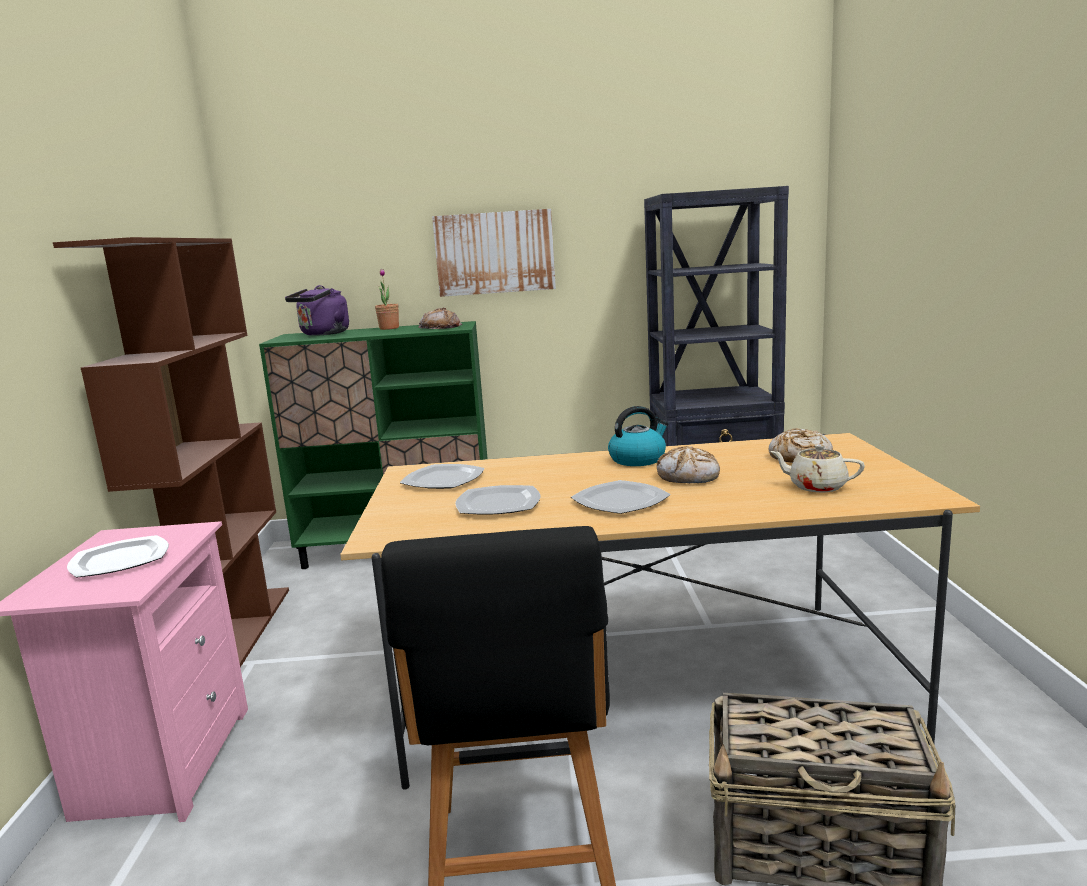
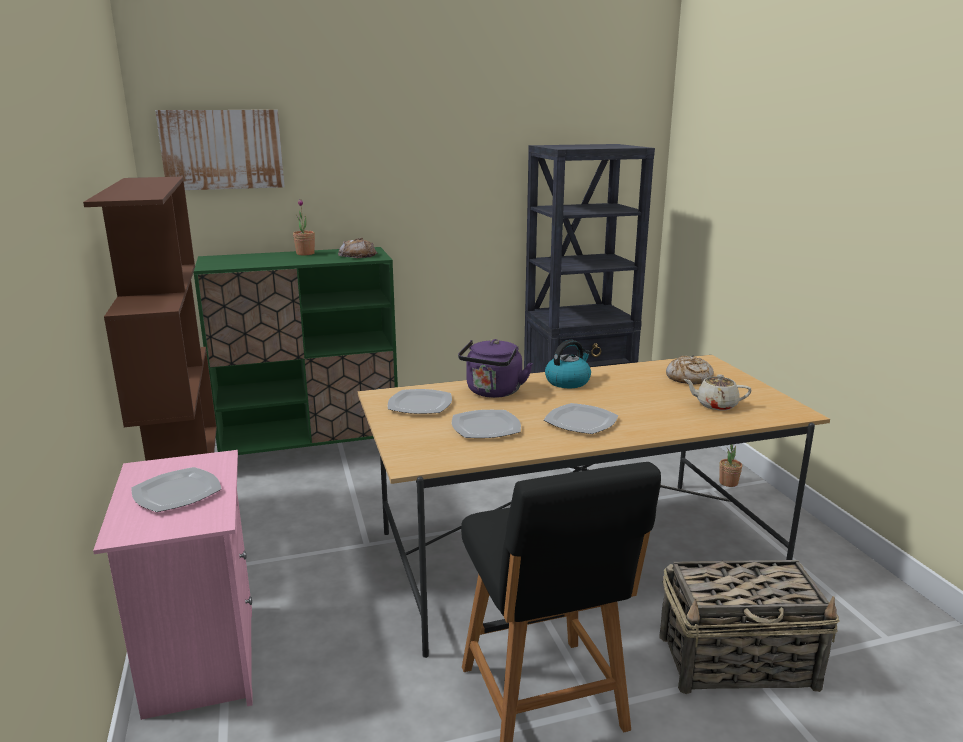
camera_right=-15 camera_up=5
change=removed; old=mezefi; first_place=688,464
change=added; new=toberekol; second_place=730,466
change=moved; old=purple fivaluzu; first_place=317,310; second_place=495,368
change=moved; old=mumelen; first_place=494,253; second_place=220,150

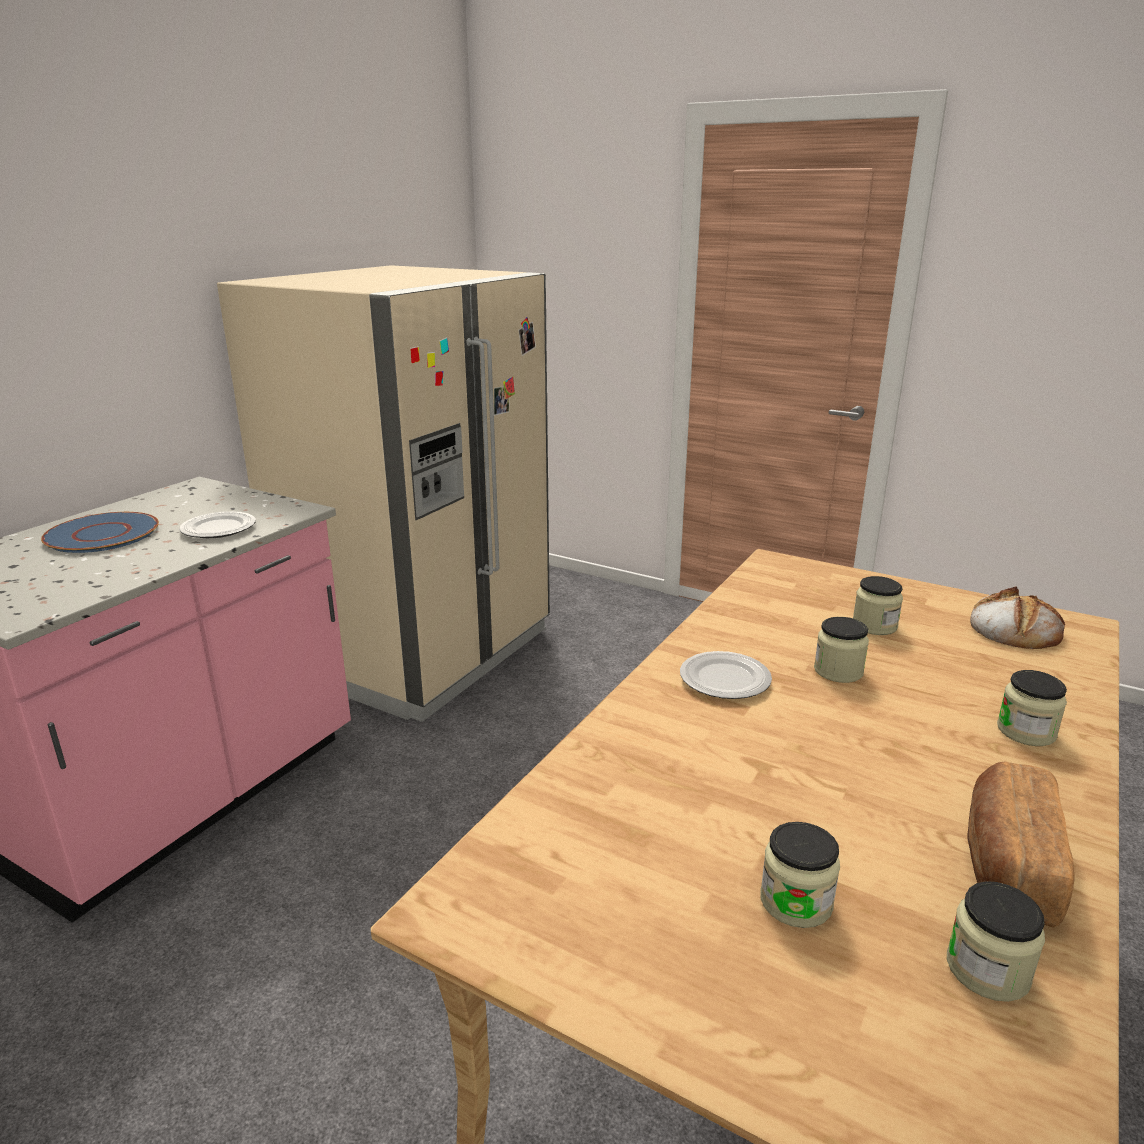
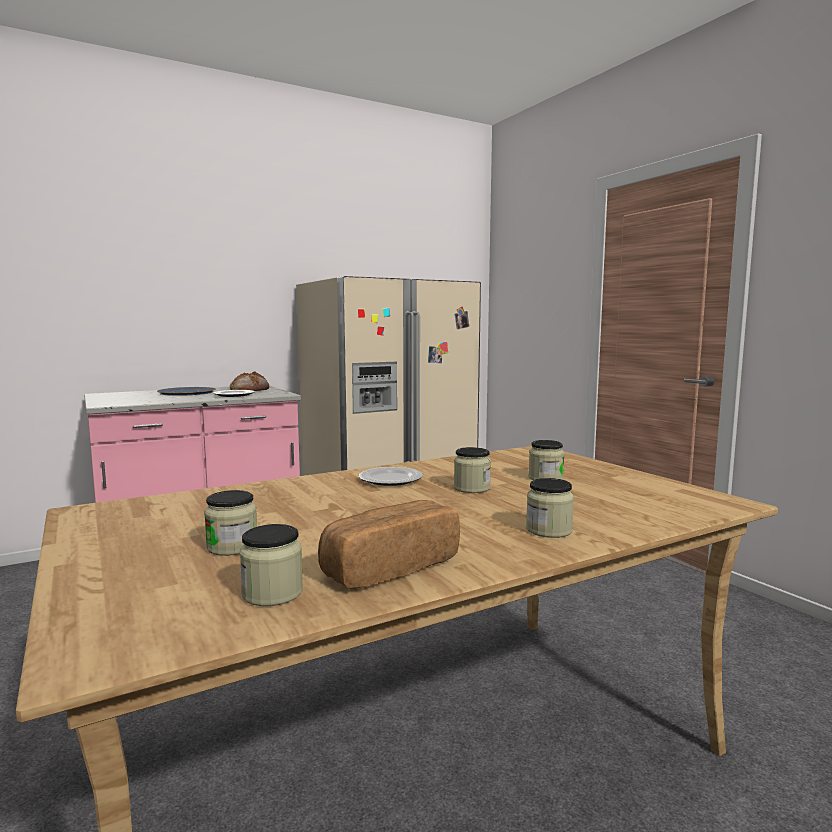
camera_right=30 camera_up=-15
change=moved; old=mezefi; first_place=1017,617; second_place=249,381

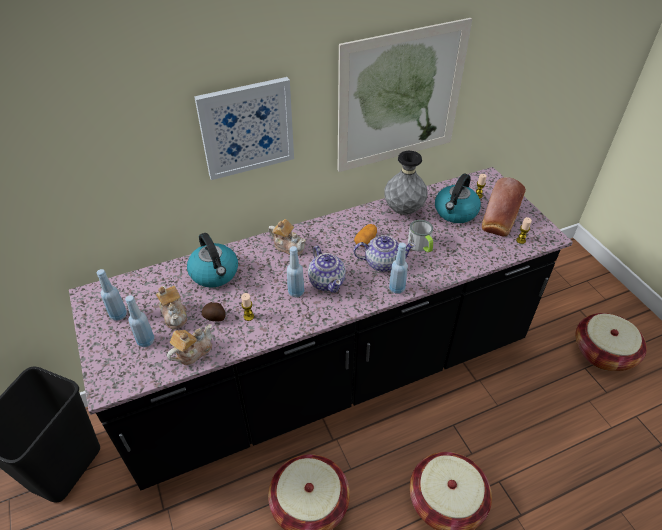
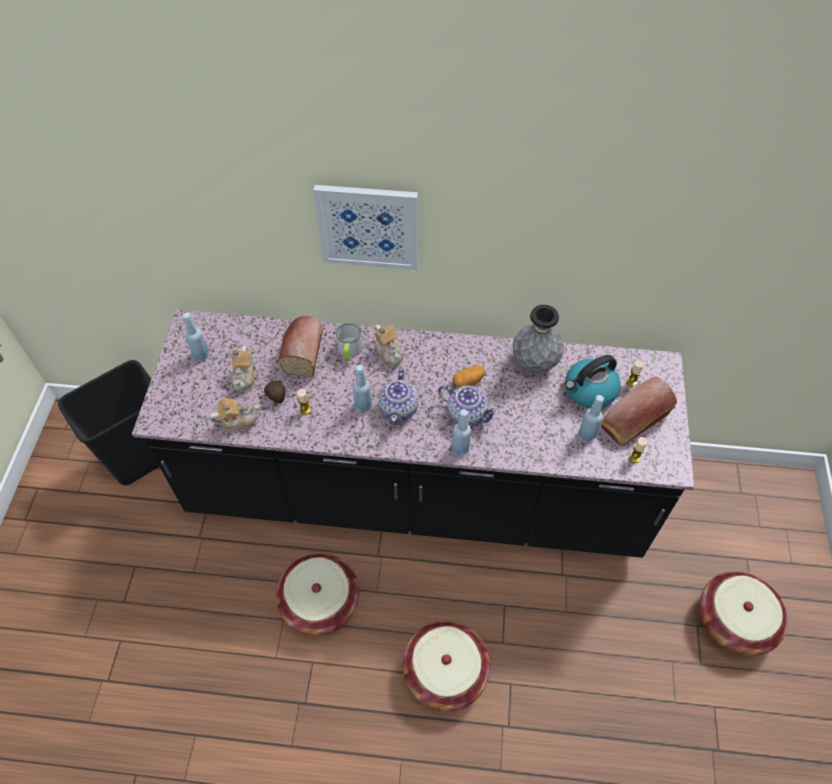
camera_right=30 camera_up=10
change=removed; old=mumelen; first_place=405,95
change=moved; old=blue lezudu; first_place=139,321; second_place=591,418
change=moved; old=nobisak; first_place=420,236; second_place=349,342
change=replaced; old=fivaluzu; new=mezefi; first_place=212,260; second_place=300,346

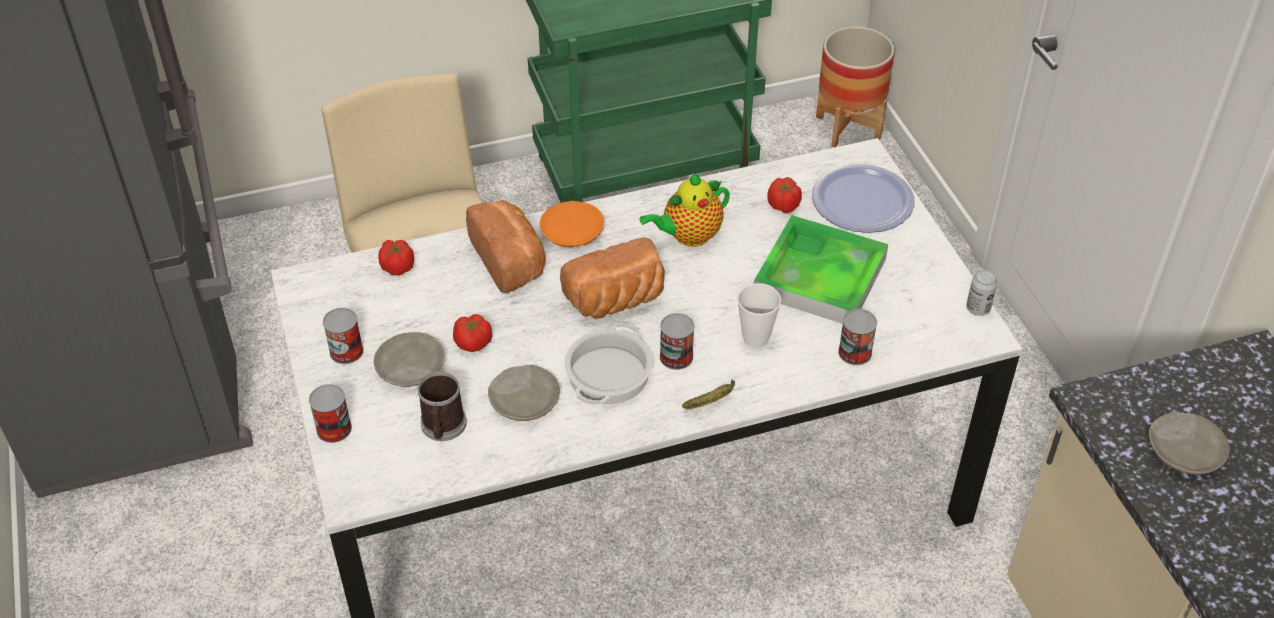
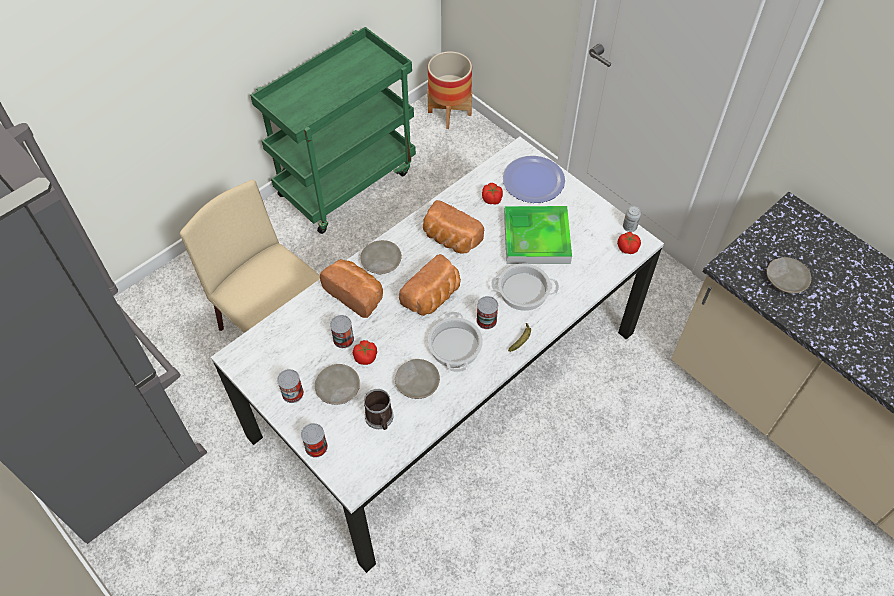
camera_right=-25 camera_up=10
change=moved; old=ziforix; first_place=396,258; second_place=629,243
change=moved; old=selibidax; first_place=857,337; second_place=342,331
change=replaced; old=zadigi; new=mezefi; first_place=685,210; second_place=453,227
change=replaced; old=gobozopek; new=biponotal; first_place=759,315; second_place=525,287
change=recoloured; old=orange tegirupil; new=beige tegirupil; first_place=572,224; second_place=381,257

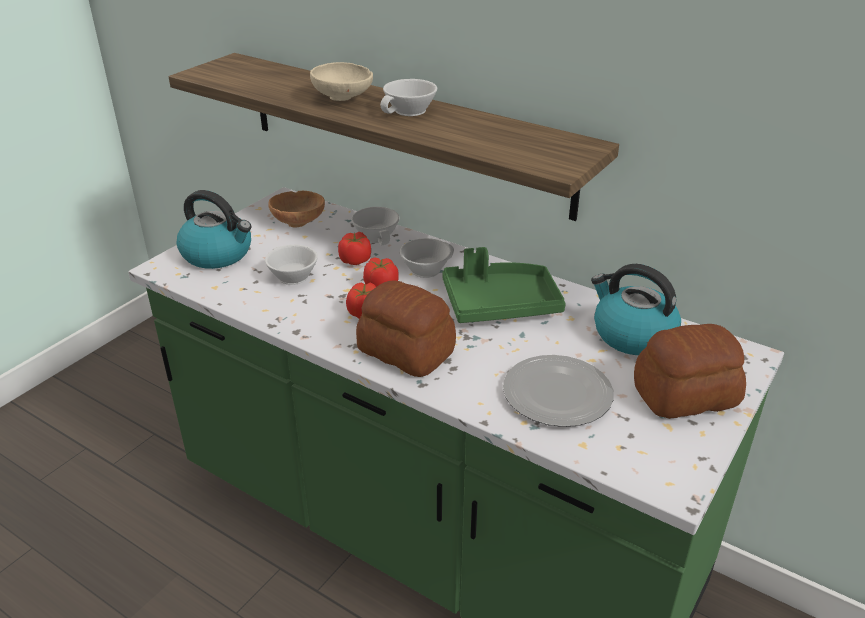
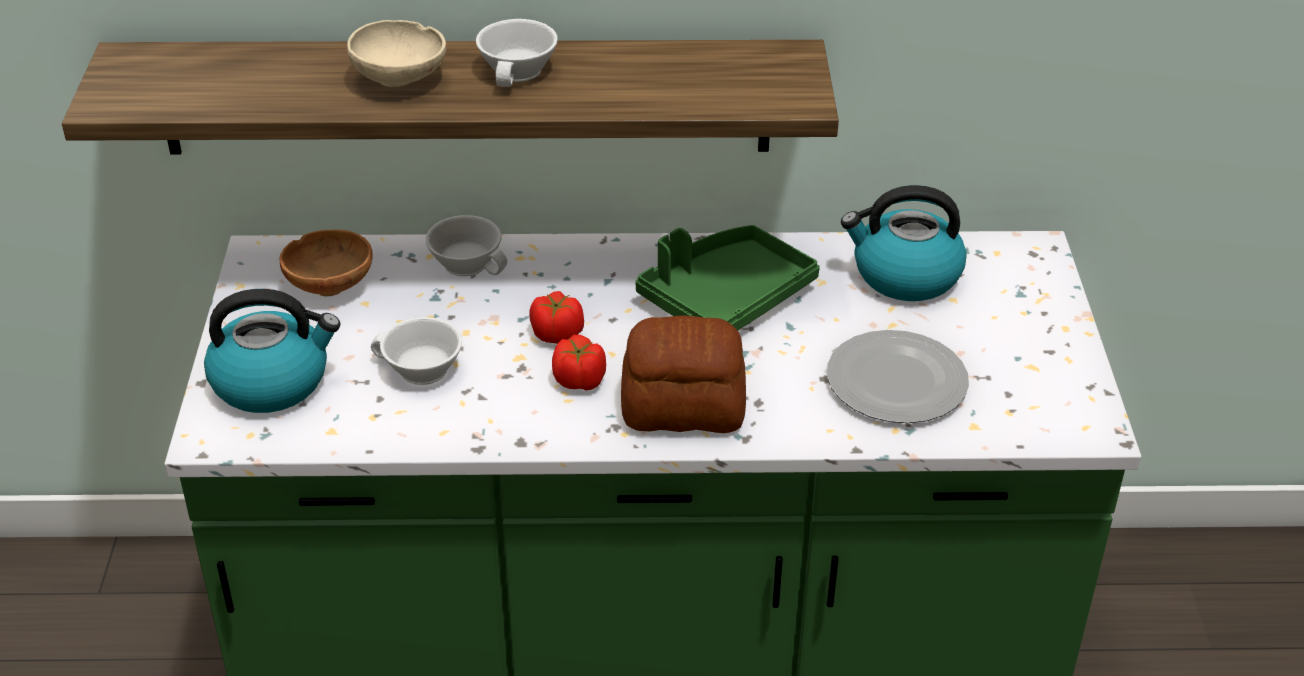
camera_right=-35 camera_up=5
change=removed; old=ziforix; first_place=354,248
change=removed; old=white gobozopek; first_place=427,258
change=removed; old=mezefi; first_place=690,371

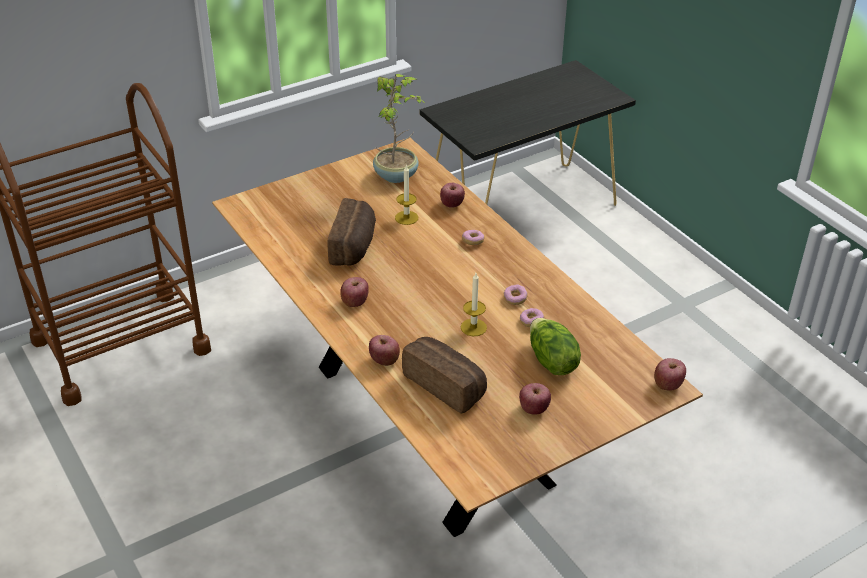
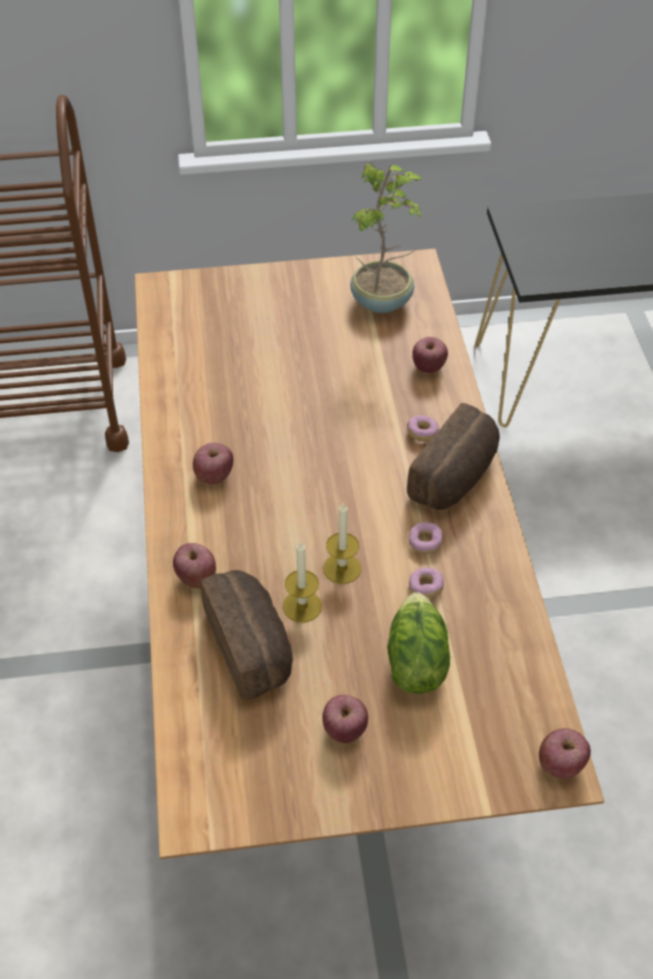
camera_right=25 camera_up=10
change=moved; old=mezefi; first_place=351,232; second_place=453,456
change=moved; old=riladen; first_place=406,195; second_place=302,582

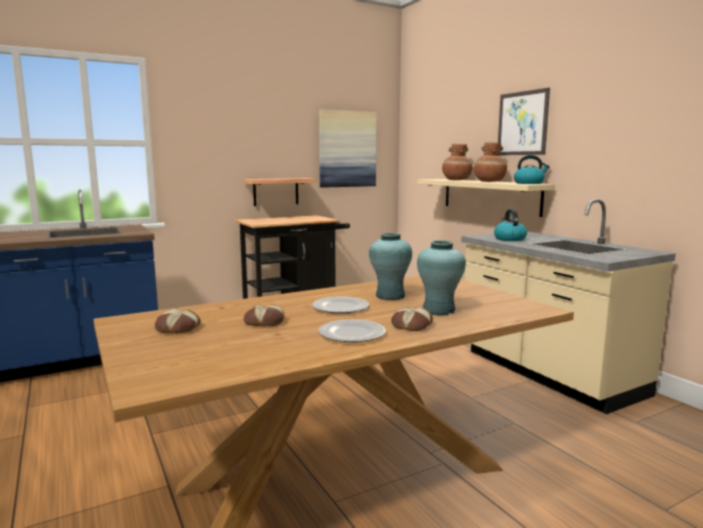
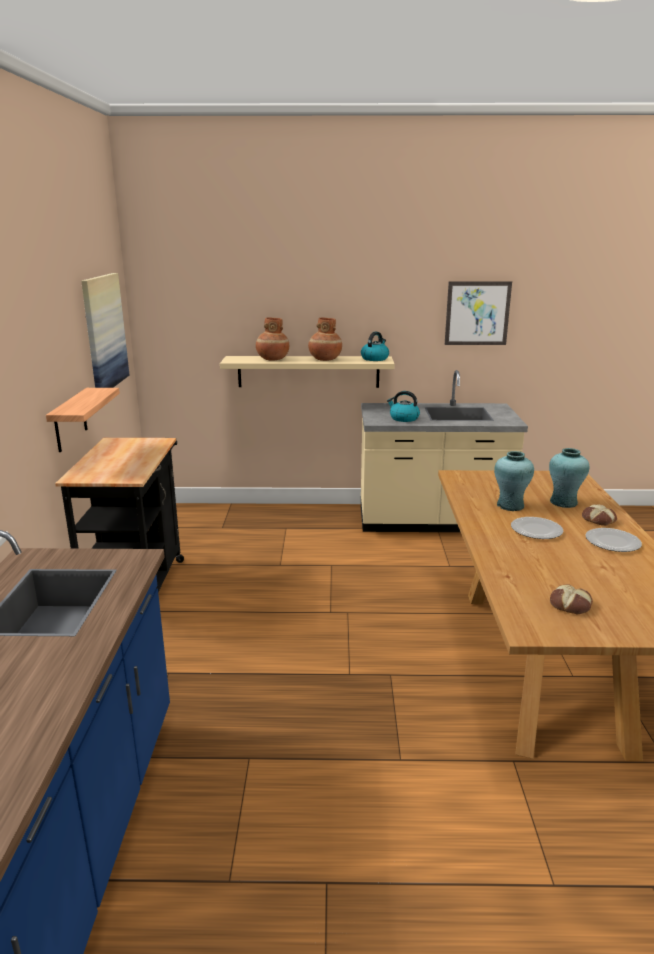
camera_right=-60 camera_up=10
change=removed; old=mezefi; first_place=264,315
change=moved; old=mumelen; first_place=524,121; second_place=478,313

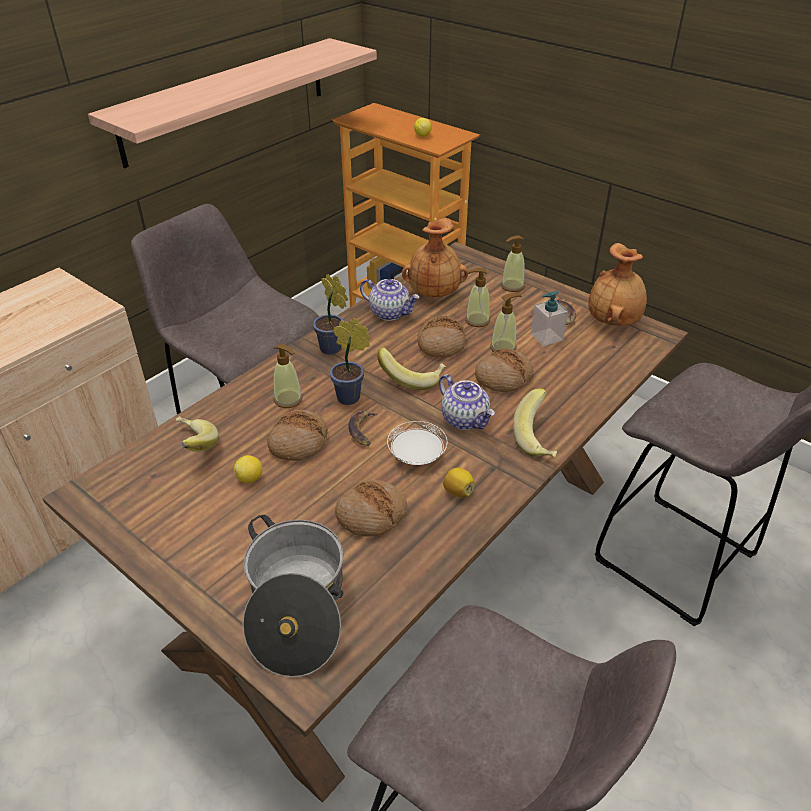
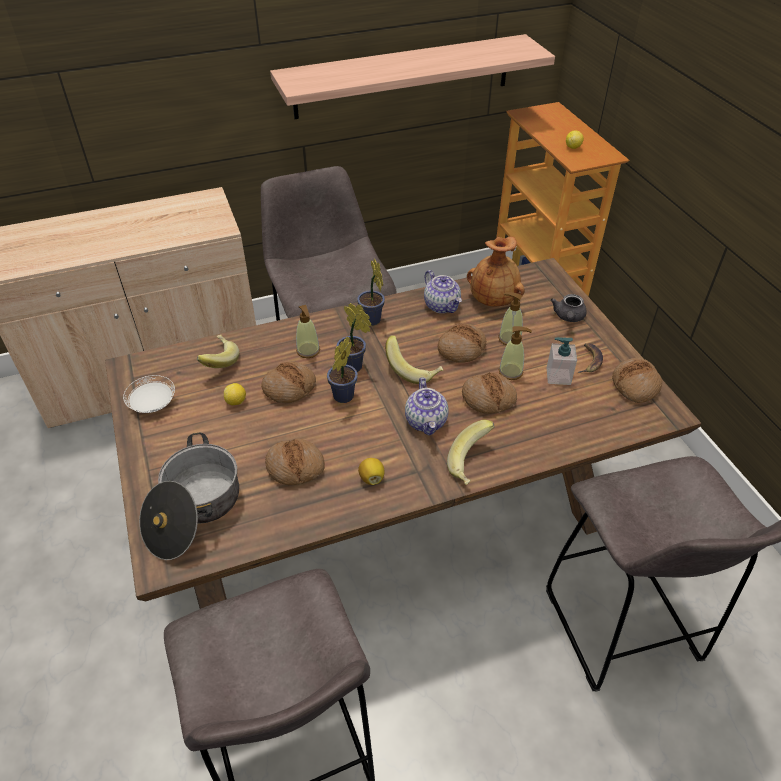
camera_right=30 camera_up=5
change=moved; old=white tegirupil; first_place=417,443; second_place=149,394
change=replaced; old=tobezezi; new=toberekol; first_place=363,428; second_place=342,370
change=replaced; old=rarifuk; new=grey zadigi; first_place=513,263; second_place=568,308
change=replaced; old=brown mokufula; new=mezefi; first_place=617,284; second_place=637,380

